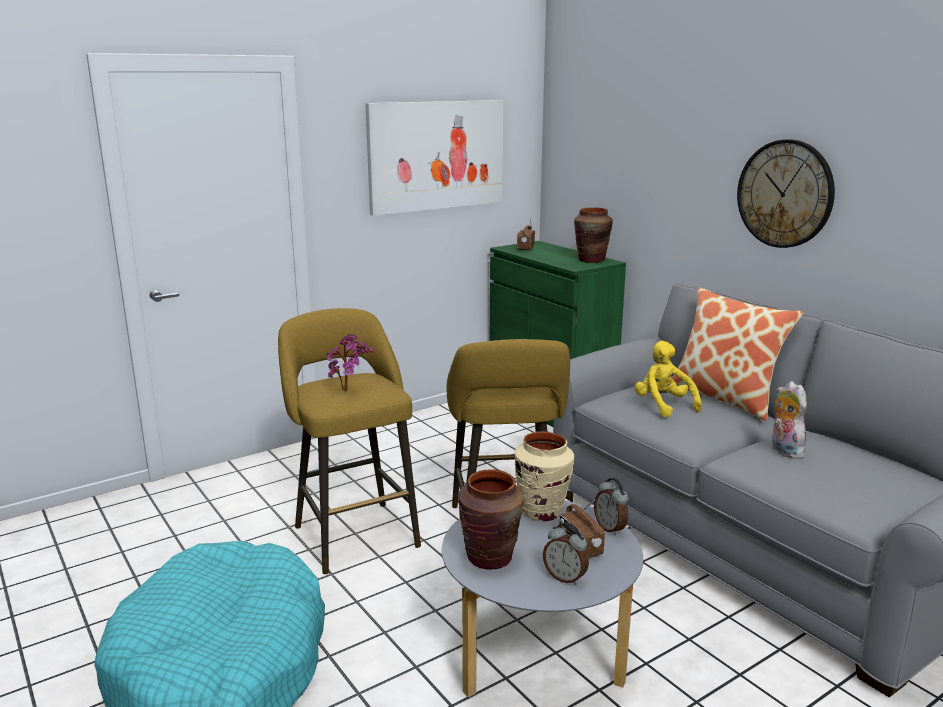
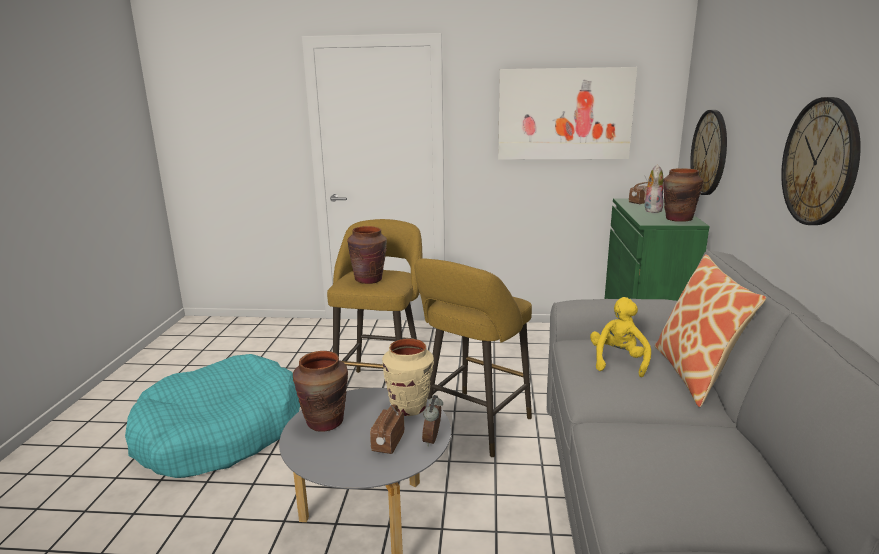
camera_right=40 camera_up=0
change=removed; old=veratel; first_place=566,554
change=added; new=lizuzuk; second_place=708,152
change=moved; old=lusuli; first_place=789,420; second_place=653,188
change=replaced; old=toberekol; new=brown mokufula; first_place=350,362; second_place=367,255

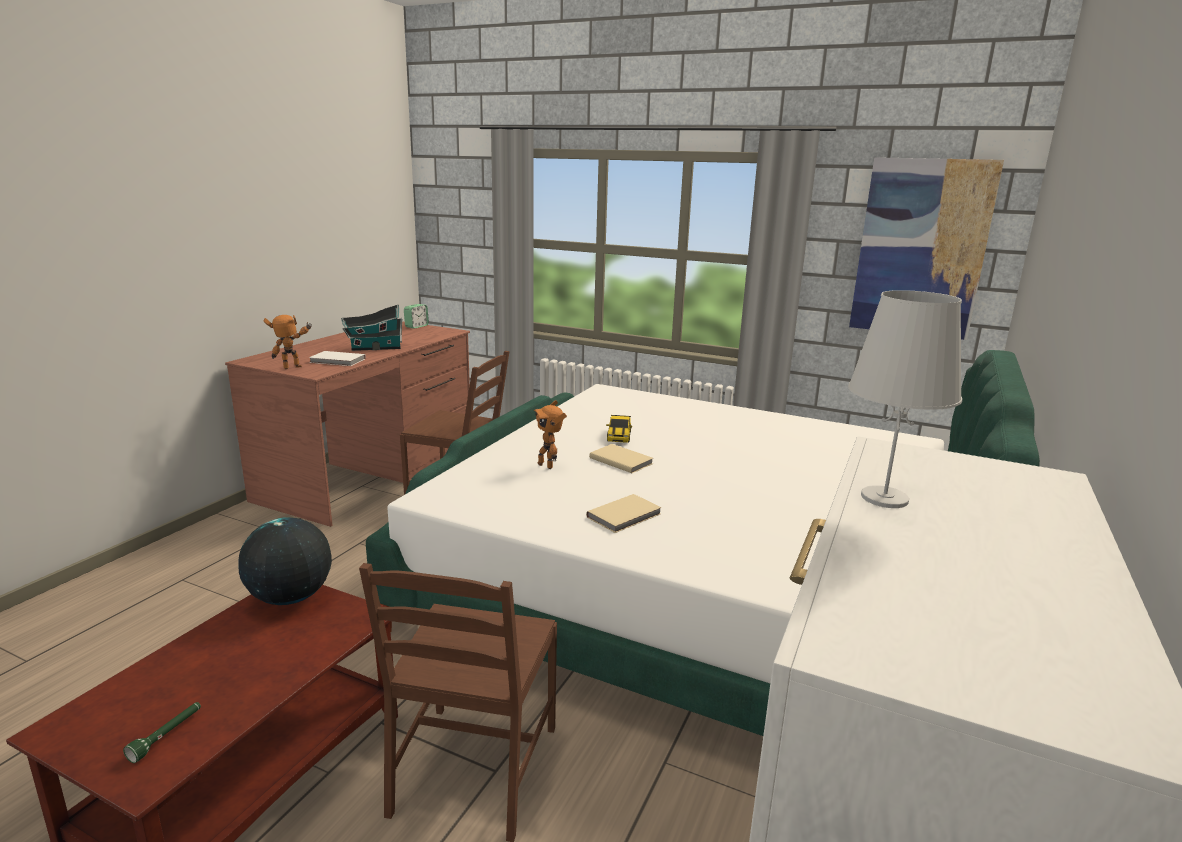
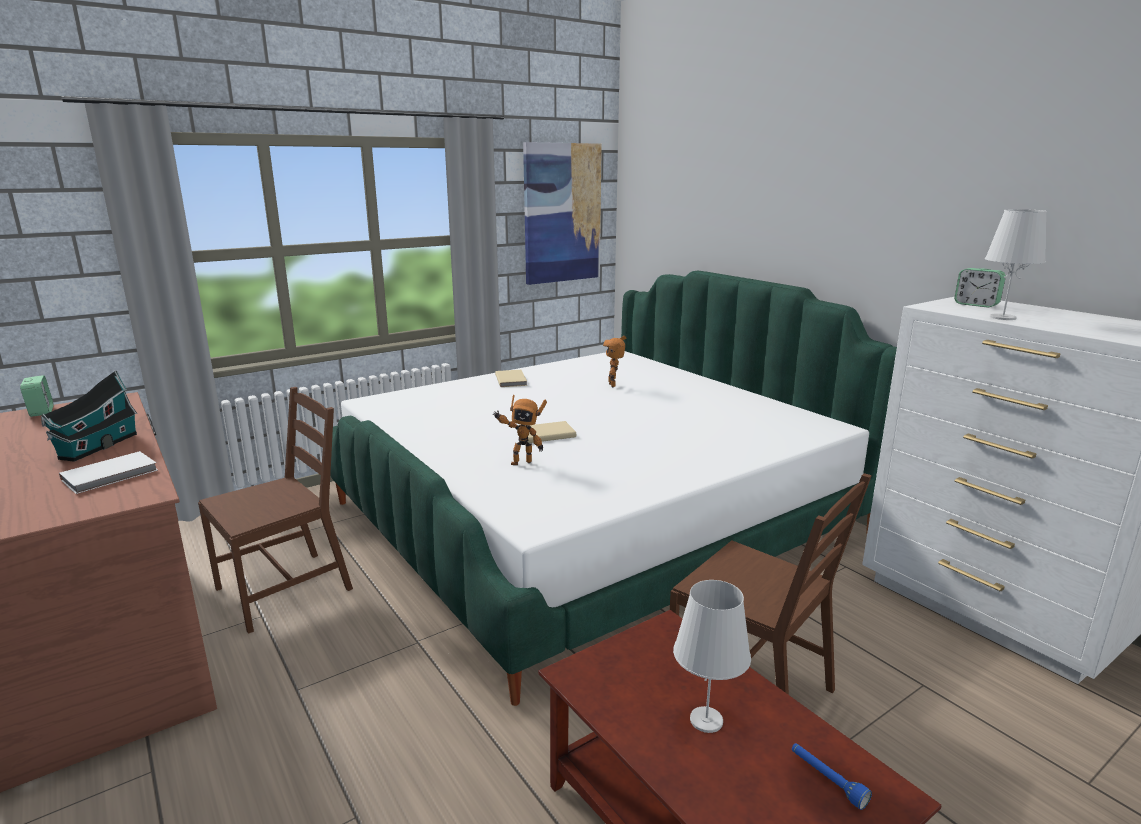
camera_right=-60 camera_up=0
change=removed; old=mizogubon; first_place=285,561
change=removed; old=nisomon; first_place=619,429
change=added; new=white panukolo; second_place=712,656
change=added; new=veratel; second_place=980,288
change=moved; old=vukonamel; first_place=288,342; second_place=614,361
change=moved; old=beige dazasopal; first_place=624,513; second_place=511,378
change=recoloured; old=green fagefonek; new=blue fagefonek; first_place=162,732; second_place=832,776

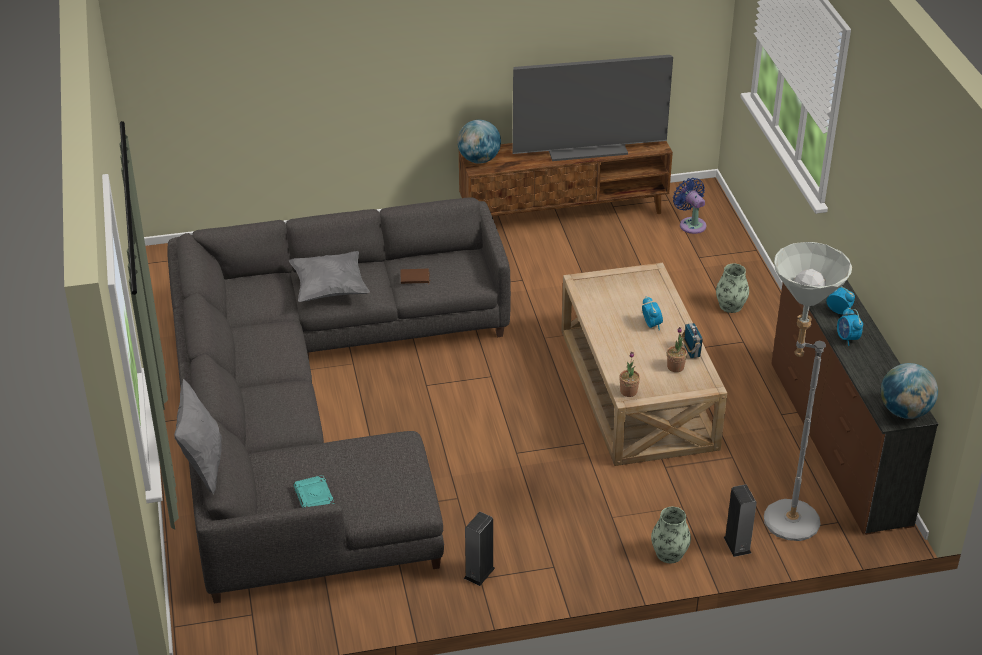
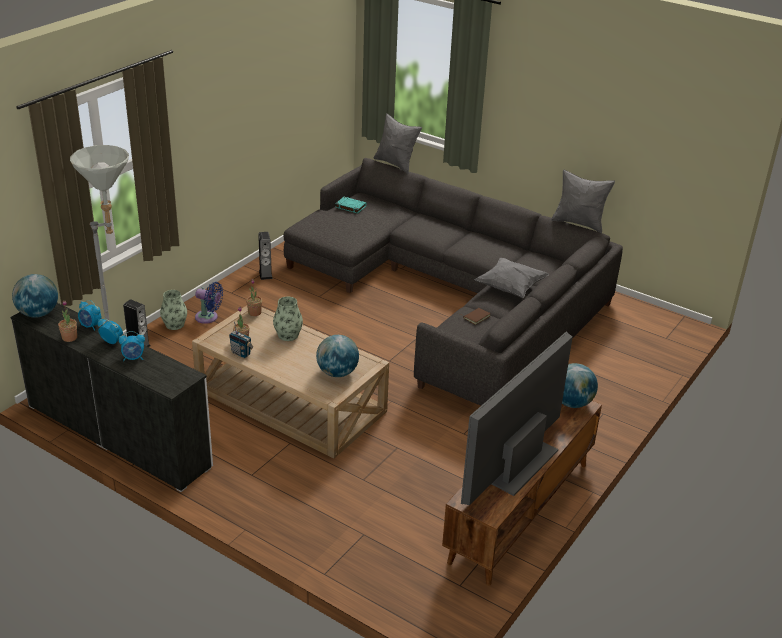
camera_right=135 camera_up=-5
change=added; new=toberekol; second_place=67,321
change=added; new=mizogubon; second_place=337,356
change=added; new=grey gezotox; second_place=583,201
change=moved; old=veratel; first_place=652,313; second_place=90,315
change=moved; old=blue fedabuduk; first_place=689,206; second_place=209,303
change=moved; old=mokufula; first_place=732,288; second_place=288,318
change=recoloured; old=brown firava; new=white firava; first_place=854,407; second_place=112,397

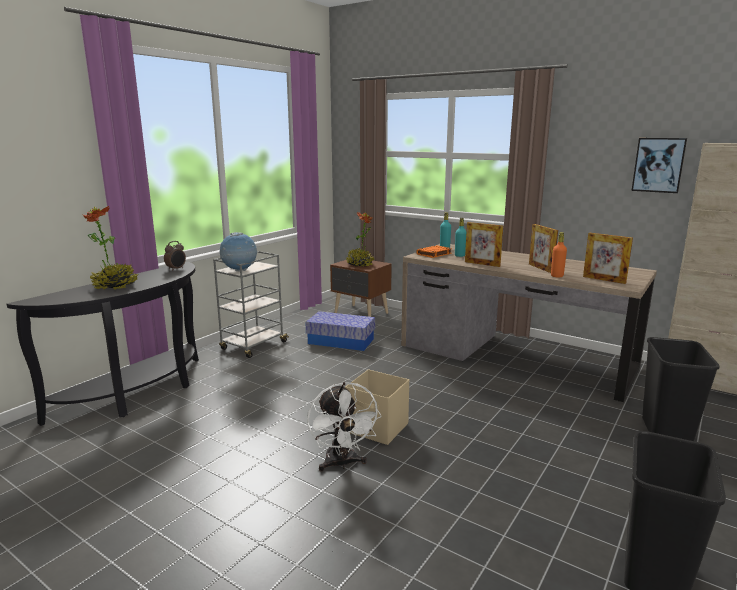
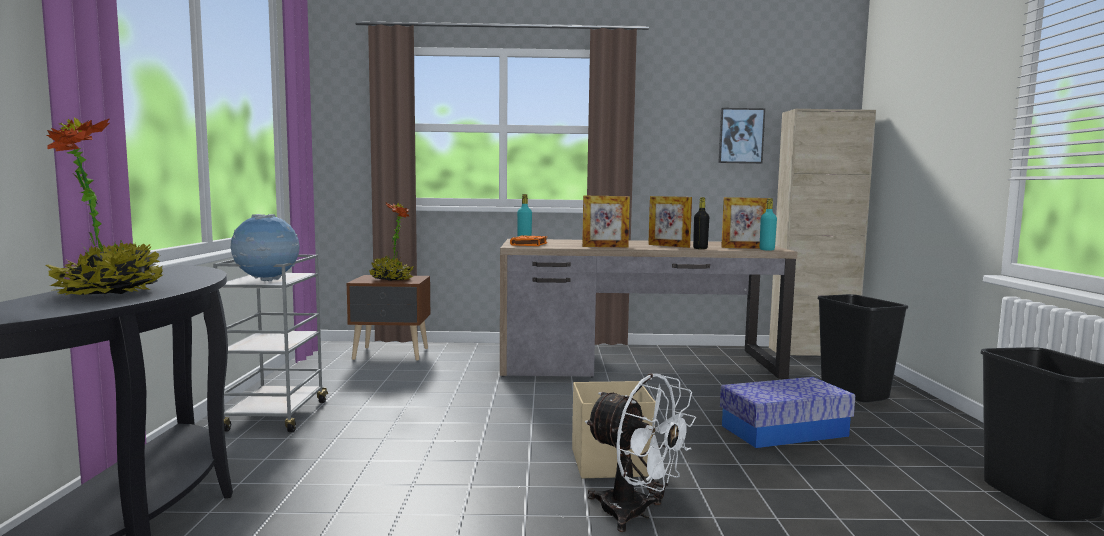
camera_right=-35 camera_up=-10
change=removed; old=veratel; first_place=175,256
change=moved; old=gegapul; first_place=340,331; second_place=787,412
change=moved; old=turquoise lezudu; first_place=460,237; second_place=768,224
change=recoloured; old=orange lezudu; new=black lezudu; first_place=559,254; second_place=701,223

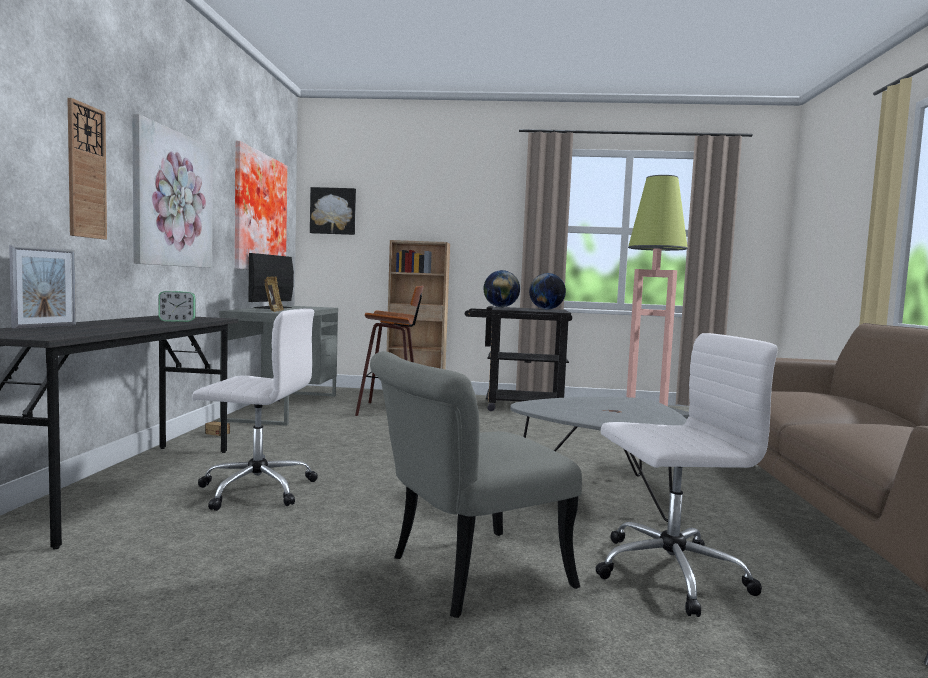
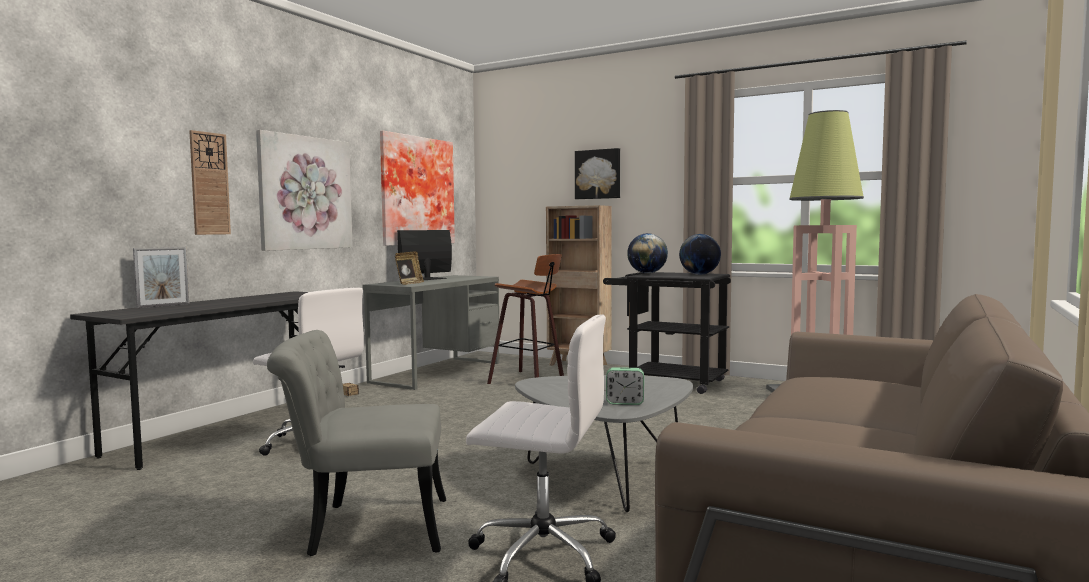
camera_right=25 camera_up=0
change=moved; old=veratel; first_place=177,306; second_place=625,386
change=moved; old=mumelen; first_place=333,211; second_place=597,173

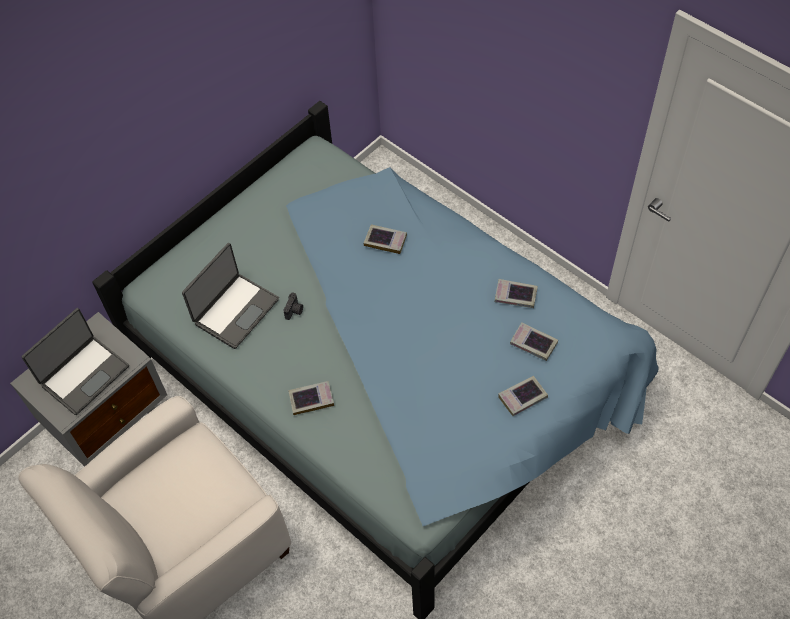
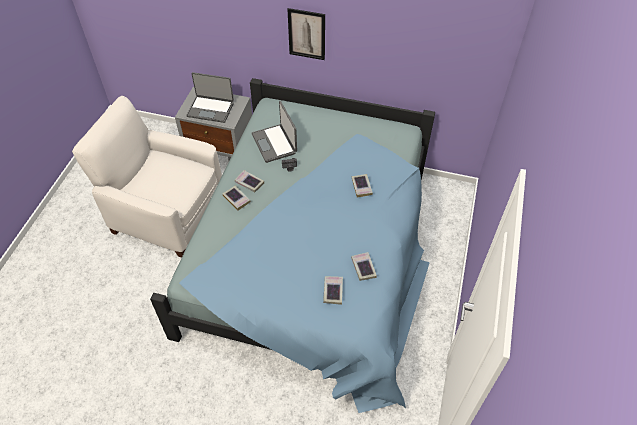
camera_right=60 camera_up=-5
change=added; new=mumelen; second_place=306,34
change=moved; old=dazasopal; first_place=523,396; second_place=249,181
change=turned; old=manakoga; first_place=230,296; second_place=274,132; degrees=60

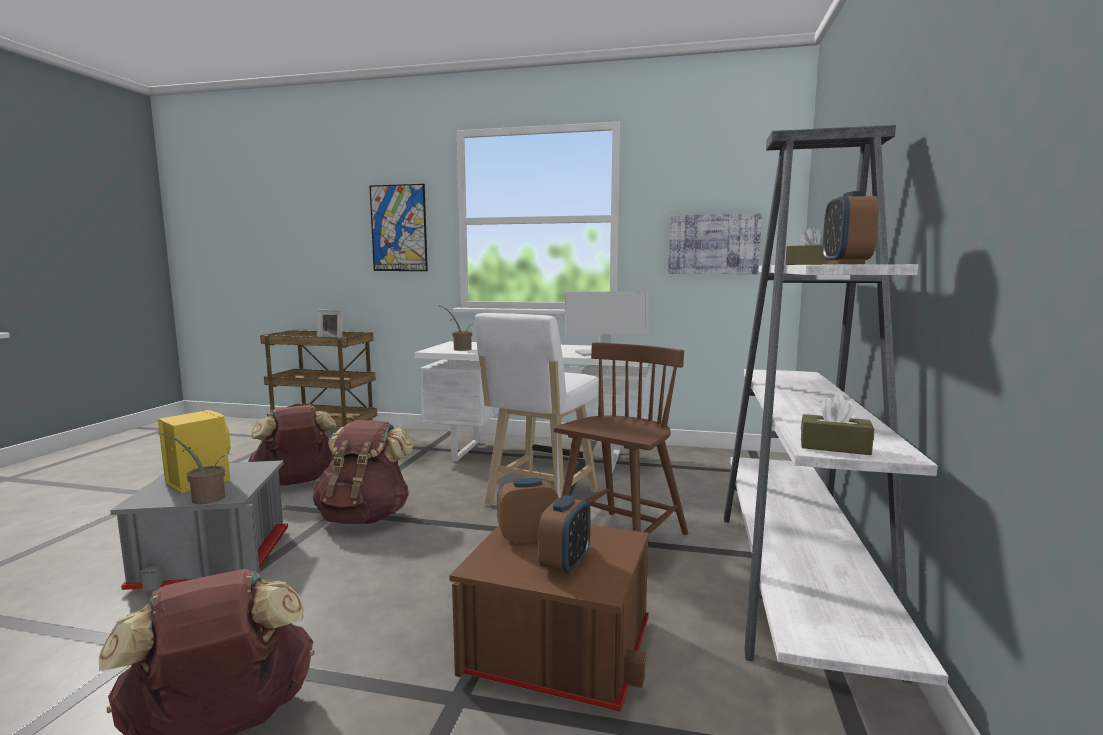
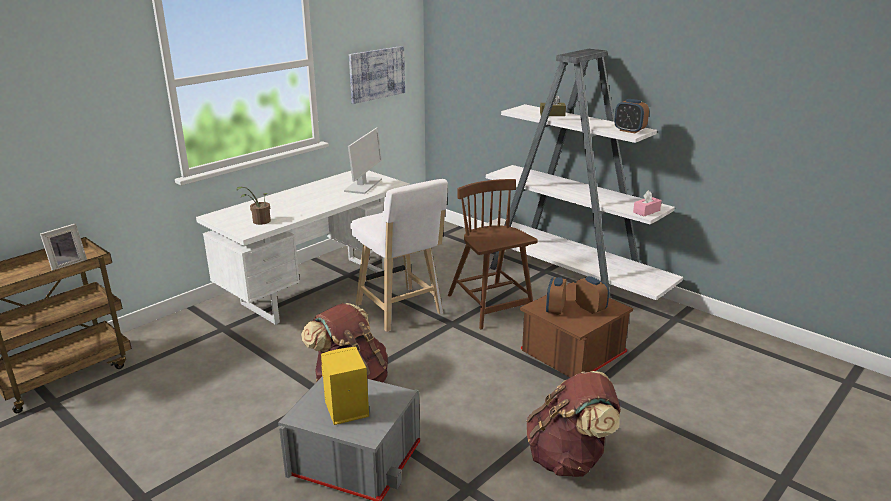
camera_right=-60 camera_up=15
change=removed; old=toberekol; first_place=191,468
change=removed; old=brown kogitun; first_place=292,445
change=removed; old=mumelen; first_place=398,227
change=recoloured; old=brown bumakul; new=pink bumakul; first_place=837,424; second_place=647,203

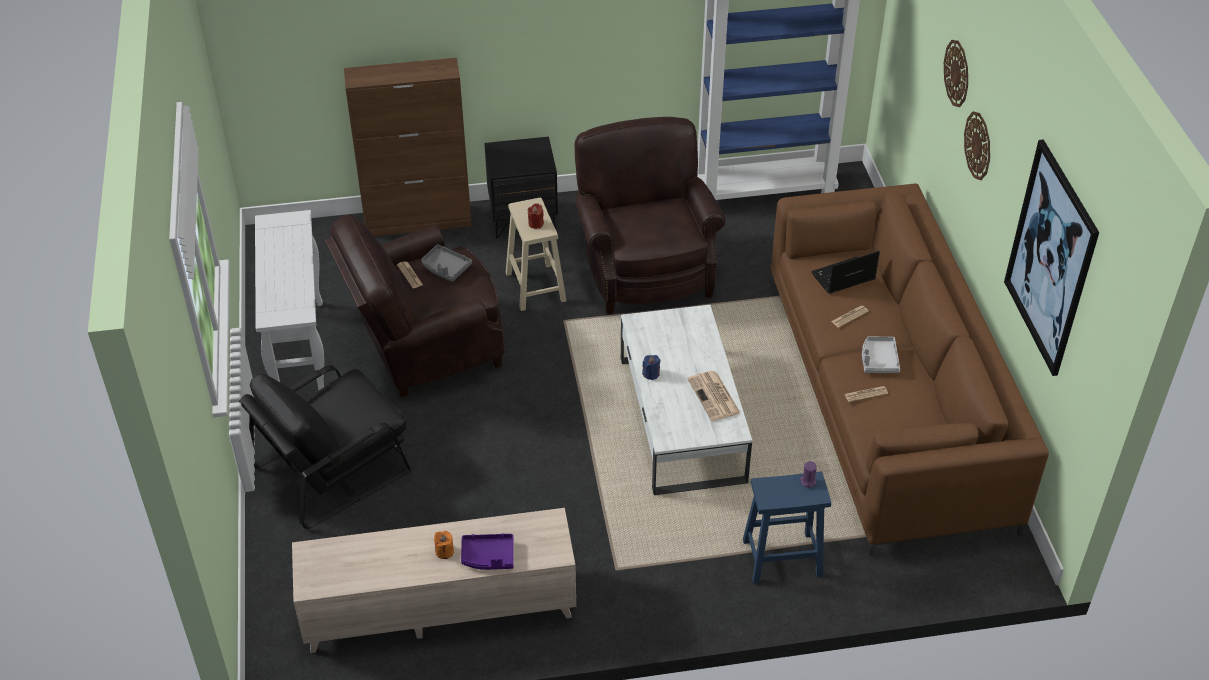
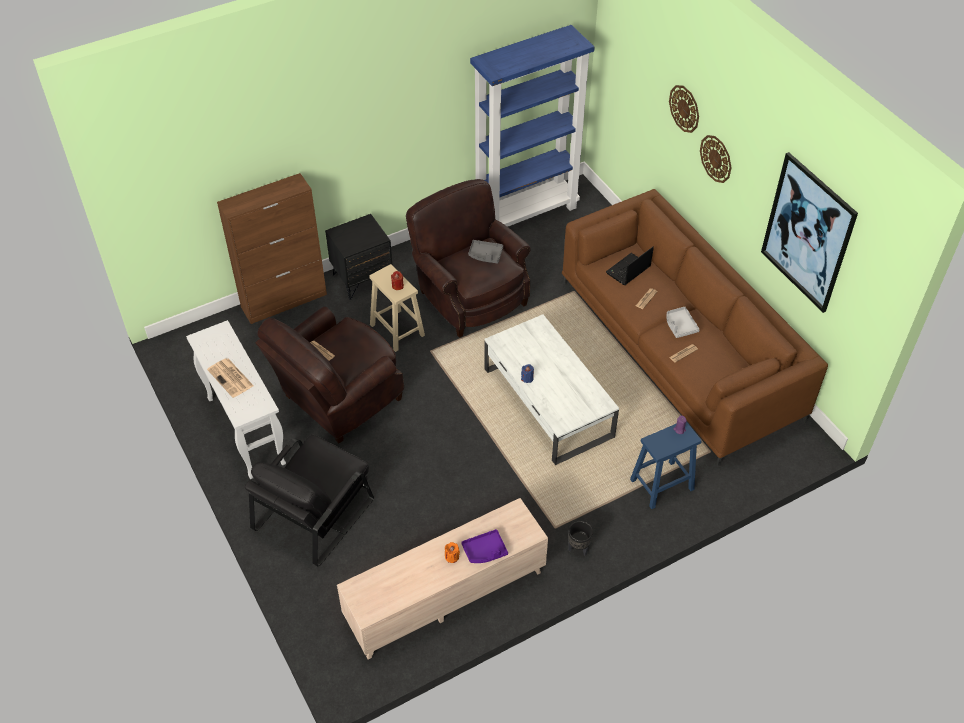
camera_right=-20 camera_up=5
change=added; new=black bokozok; second_place=580,538
change=moved; old=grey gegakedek; first_place=447,263; second_place=485,252
change=moved; old=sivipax; first_place=714,396; second_place=230,378

